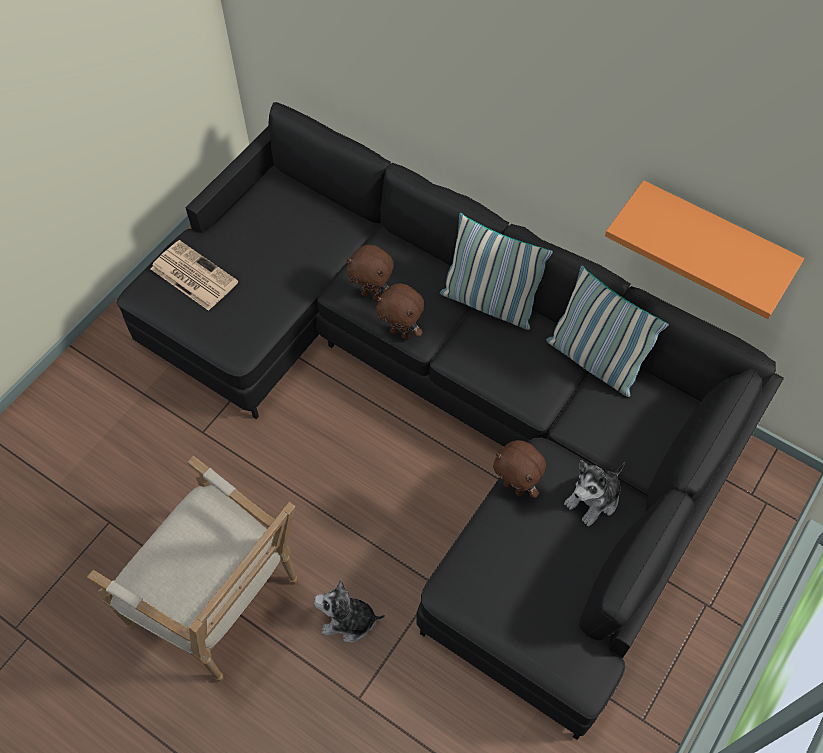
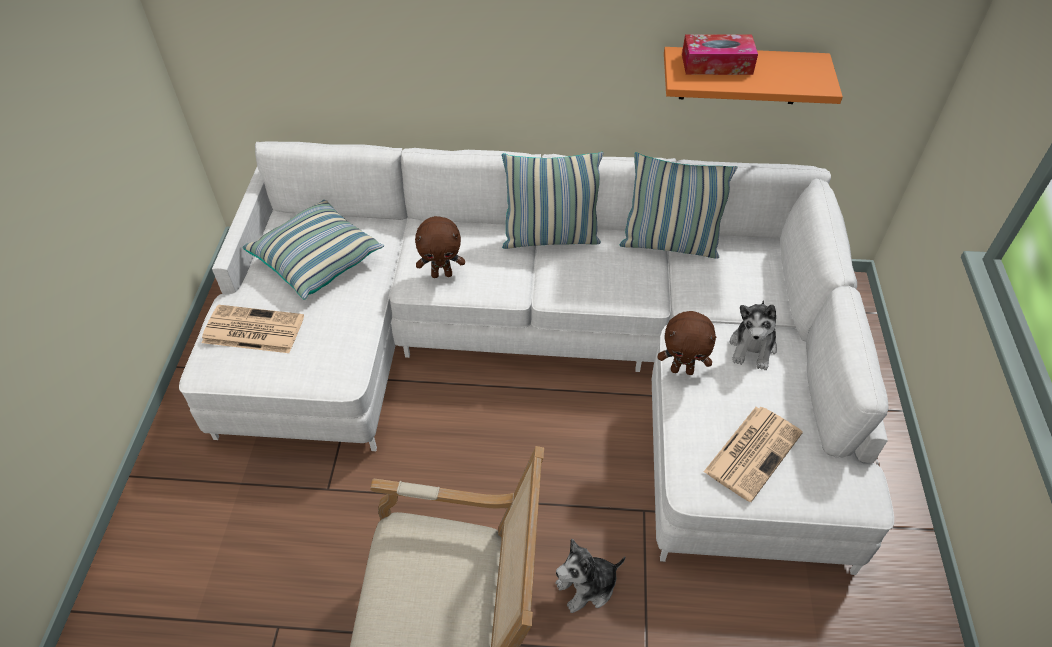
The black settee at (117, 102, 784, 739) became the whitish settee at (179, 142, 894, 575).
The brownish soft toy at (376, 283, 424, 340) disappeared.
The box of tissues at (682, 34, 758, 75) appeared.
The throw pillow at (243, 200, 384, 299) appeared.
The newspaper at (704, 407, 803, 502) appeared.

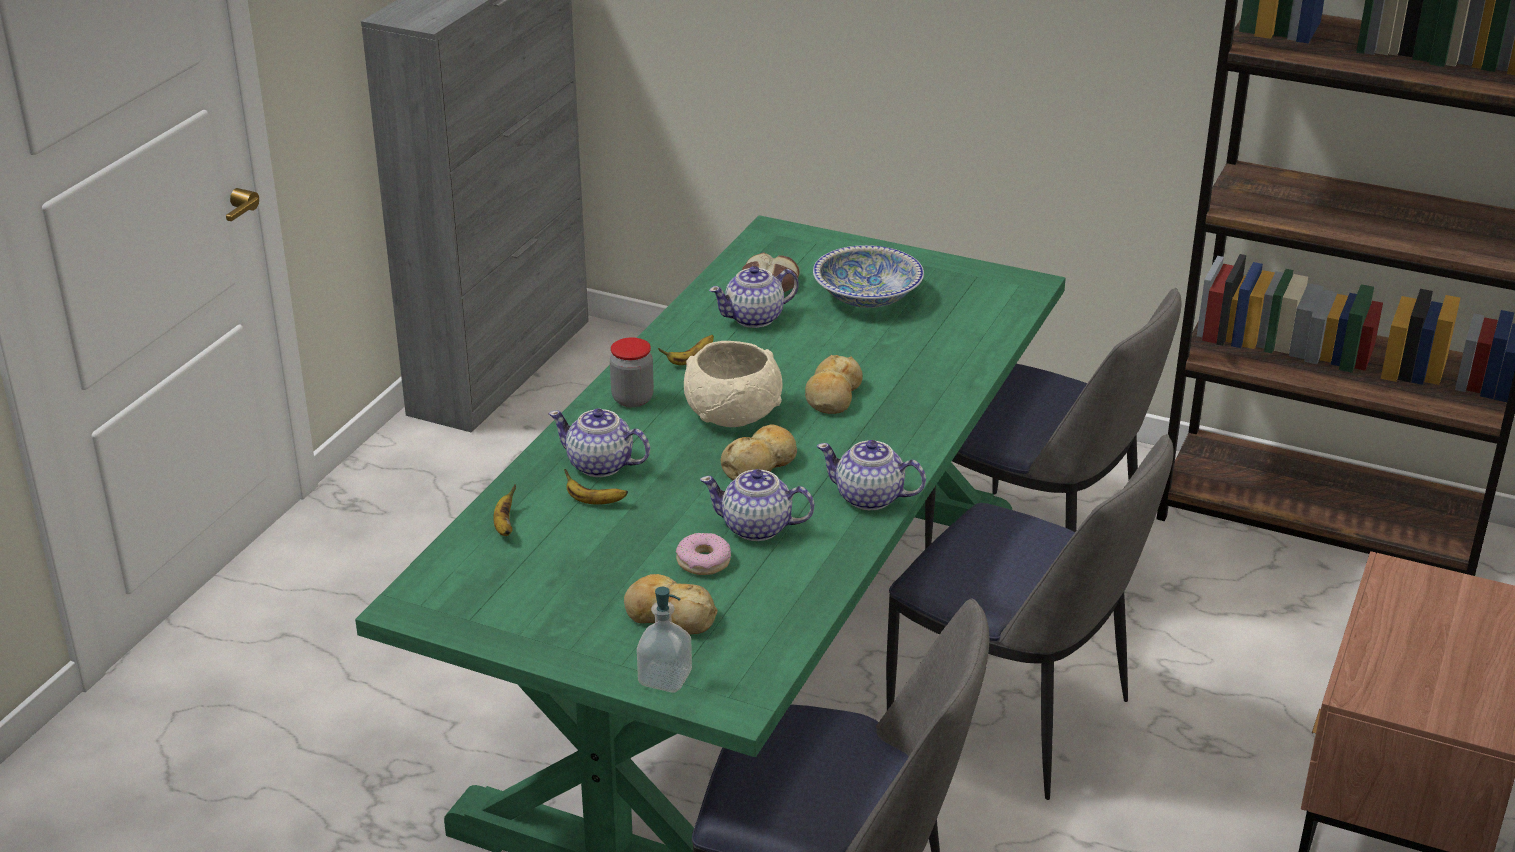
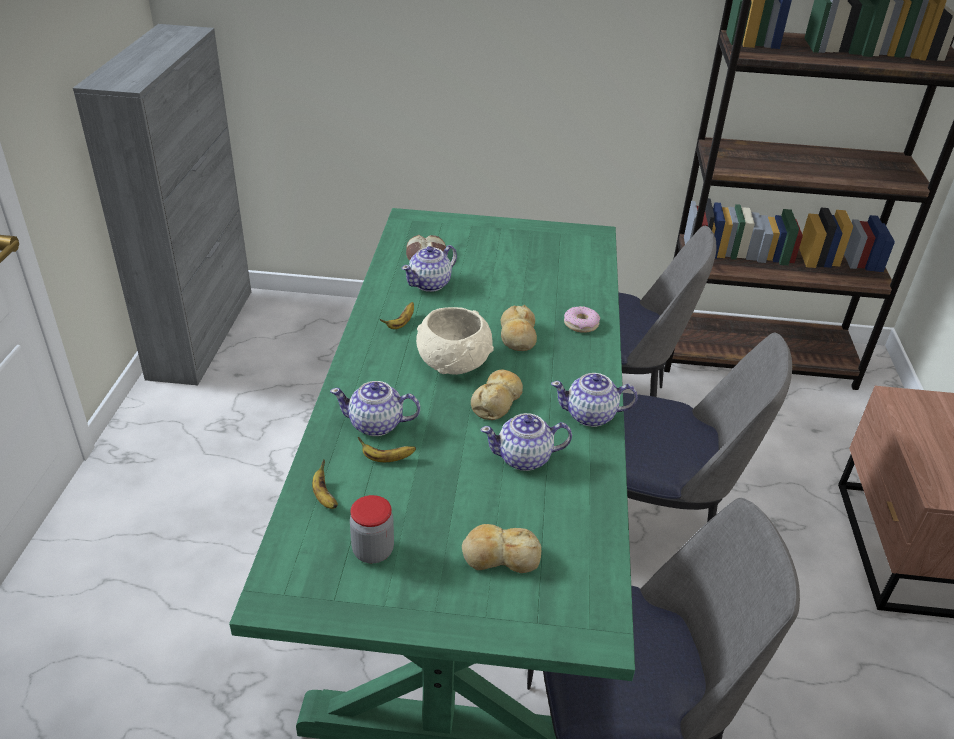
The serving bowl at (813, 245, 924, 308) disappeared.
The storage jar moved from (610, 337, 654, 408) to (350, 495, 394, 563).
The donut moved from (676, 533, 731, 575) to (564, 306, 600, 333).
The soap bottle at (637, 587, 692, 692) disappeared.

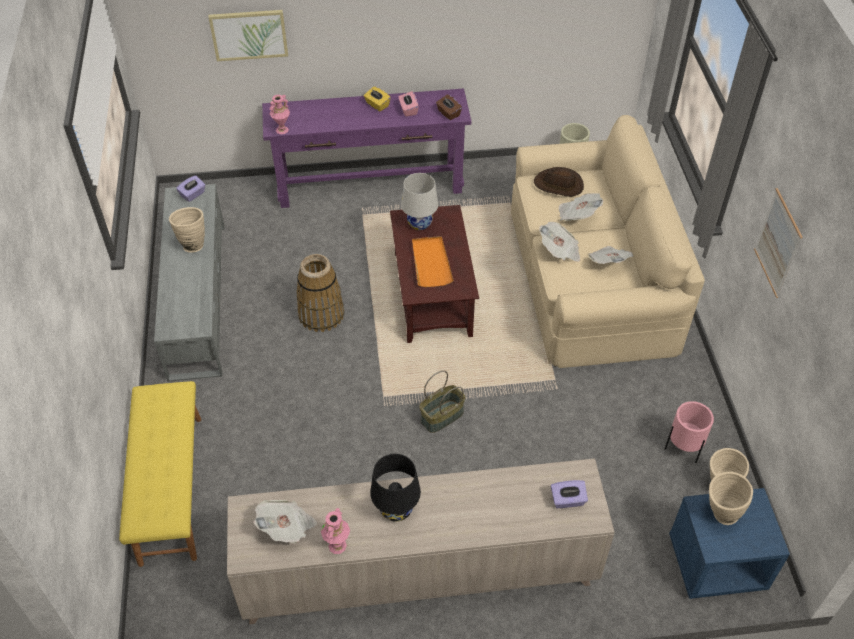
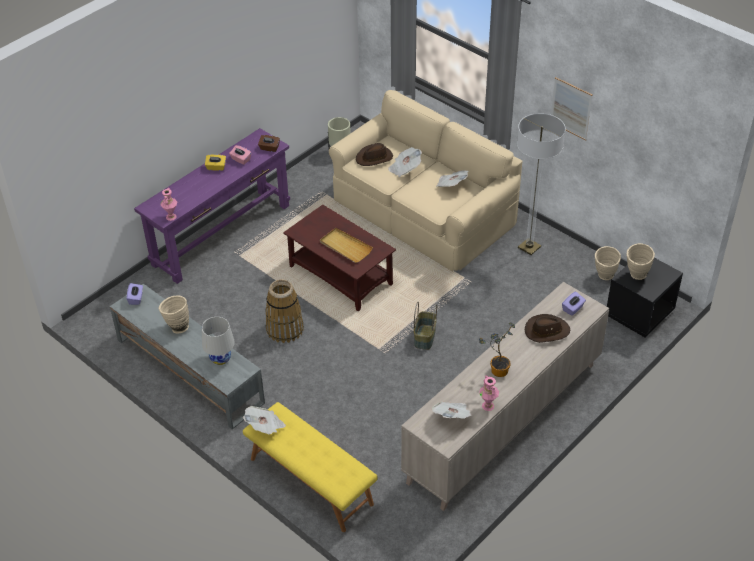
The picture at (208, 10, 288, 61) disappeared.
The whitish table lamp moved from (401, 173, 438, 230) to (202, 317, 235, 365).
The newspaper moved from (539, 222, 580, 262) to (243, 406, 286, 435).
The orange tray at (412, 236, 454, 287) became the beige tray at (320, 228, 373, 263).
The pink flower pot at (665, 401, 714, 463) disappeared.
The black table lamp at (370, 454, 421, 522) was replaced by the plant in a pot at (479, 322, 515, 377).
The blue-coloured nightstand at (669, 488, 790, 599) became the black nightstand at (607, 258, 683, 337).
The standing lamp at (517, 113, 566, 255) appeared.
The brownish wearable hat at (525, 314, 570, 343) appeared.

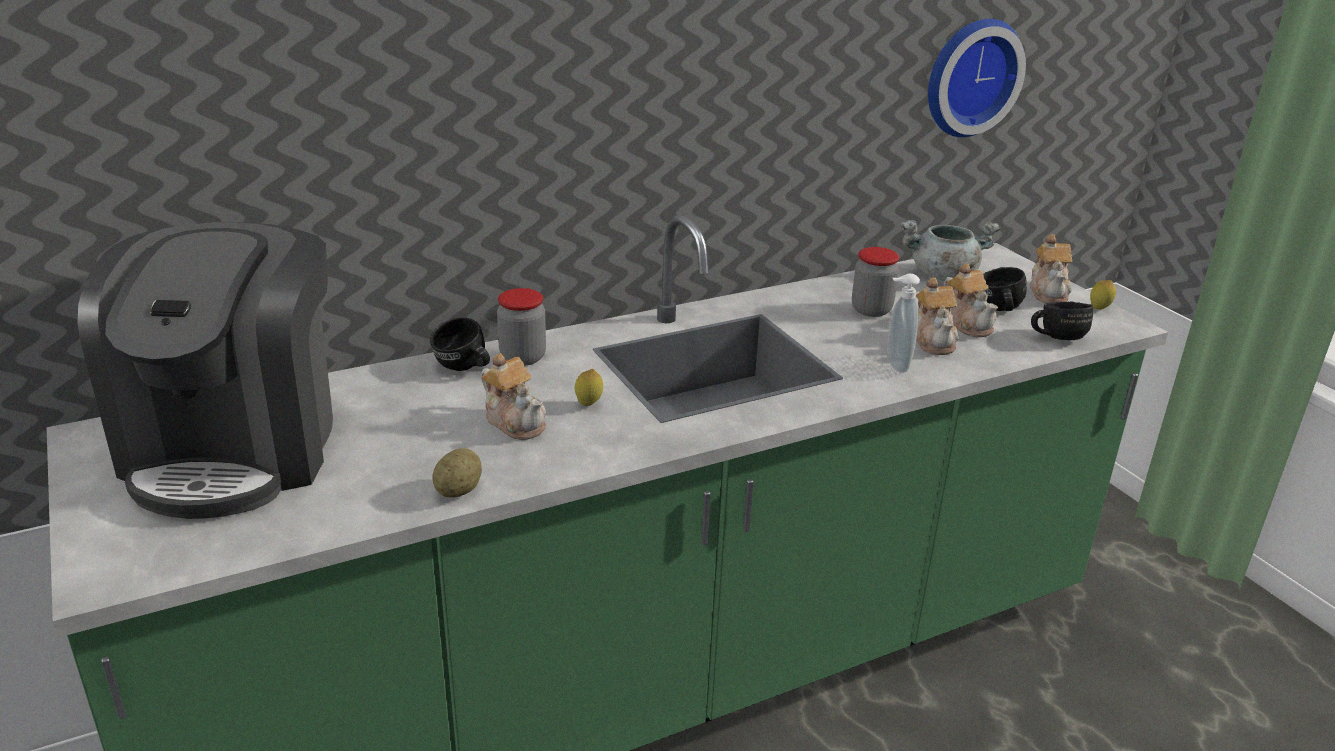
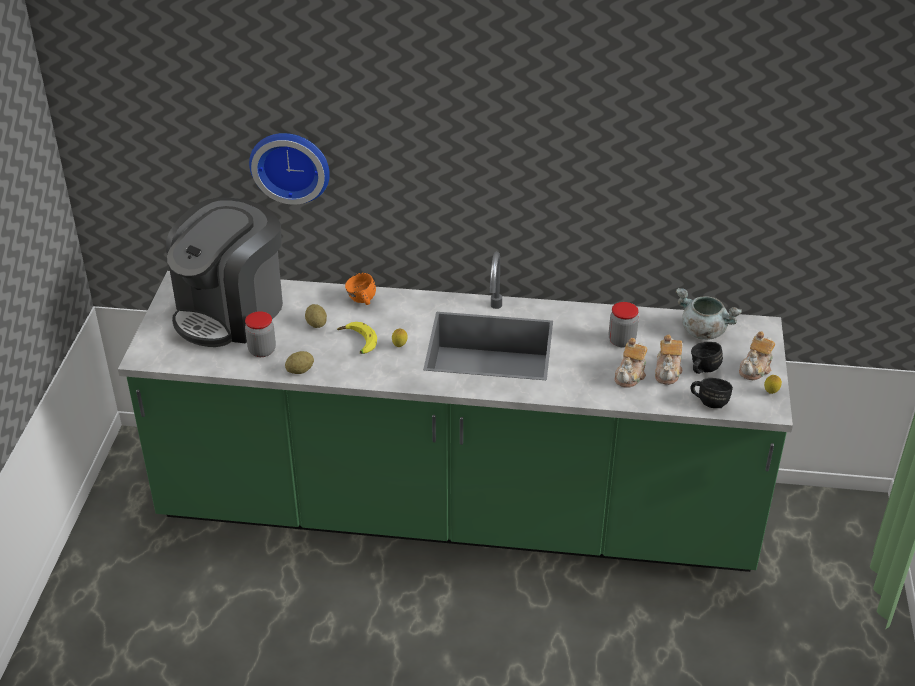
The hanging clock moved from (928, 19, 1026, 137) to (249, 133, 330, 205).
The soap bottle at (887, 274, 920, 373) disappeared.
The storage jar moved from (497, 288, 546, 366) to (245, 311, 276, 357).
The black tea mug at (430, 317, 490, 371) became the orange tea mug at (345, 273, 376, 305).
The teapot at (481, 353, 546, 440) was replaced by the banana fruit at (337, 322, 377, 354).
The spud at (305, 304, 327, 328) appeared.

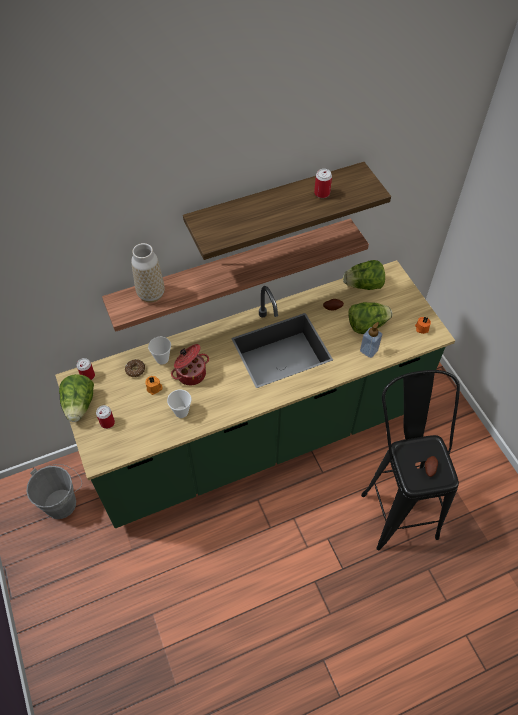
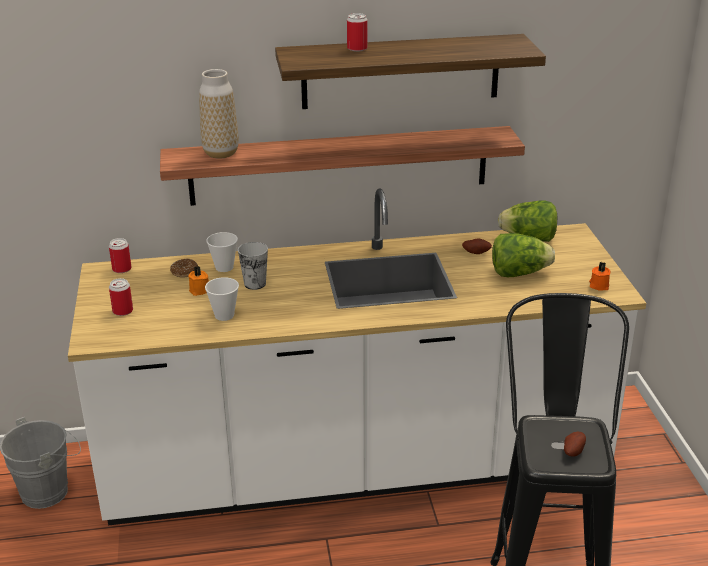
The metal can moved from (314, 169, 332, 198) to (347, 13, 368, 52).
The green-coloured kitchen base unit at (55, 260, 455, 528) became the whitish kitchen base unit at (68, 188, 646, 525).
The soap bottle at (360, 322, 382, 358) disappeared.
The stockpot at (171, 344, 209, 385) was replaced by the small cup at (238, 242, 268, 290).
The head of lettuce at (59, 374, 94, 422) disappeared.

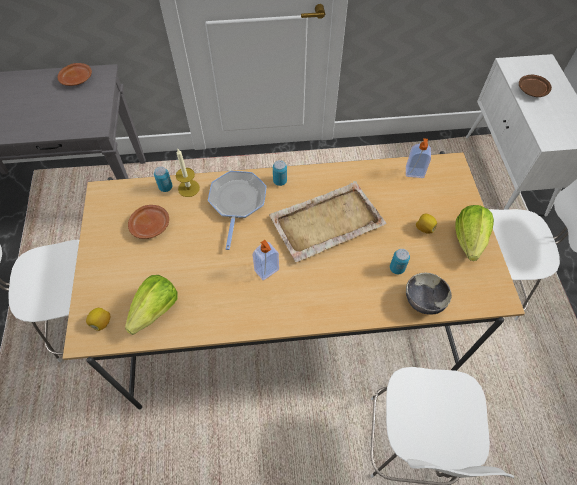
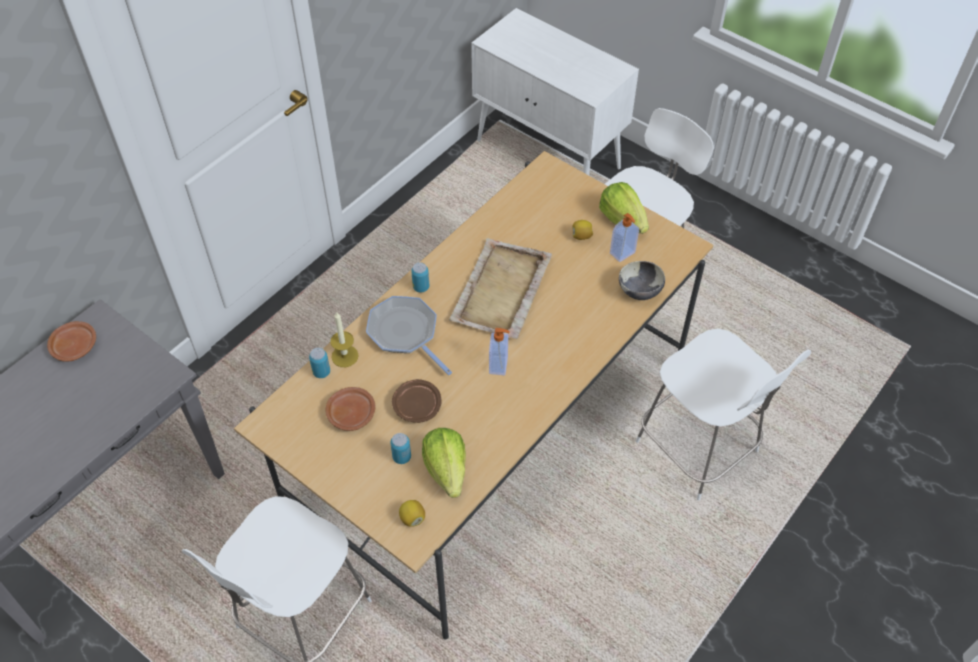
The brownish dinner plate moved from (519, 75, 552, 97) to (392, 379, 442, 423).
The soap bottle moved from (406, 138, 431, 178) to (610, 213, 639, 262).
The metal can moved from (390, 249, 410, 274) to (390, 433, 411, 464).

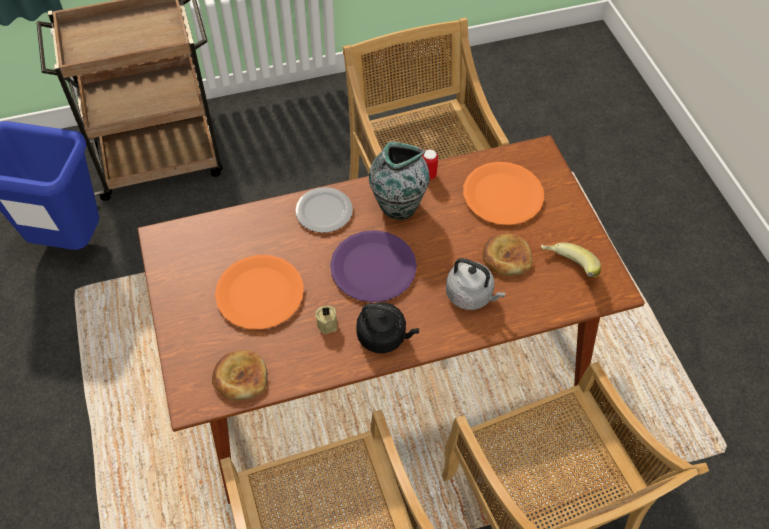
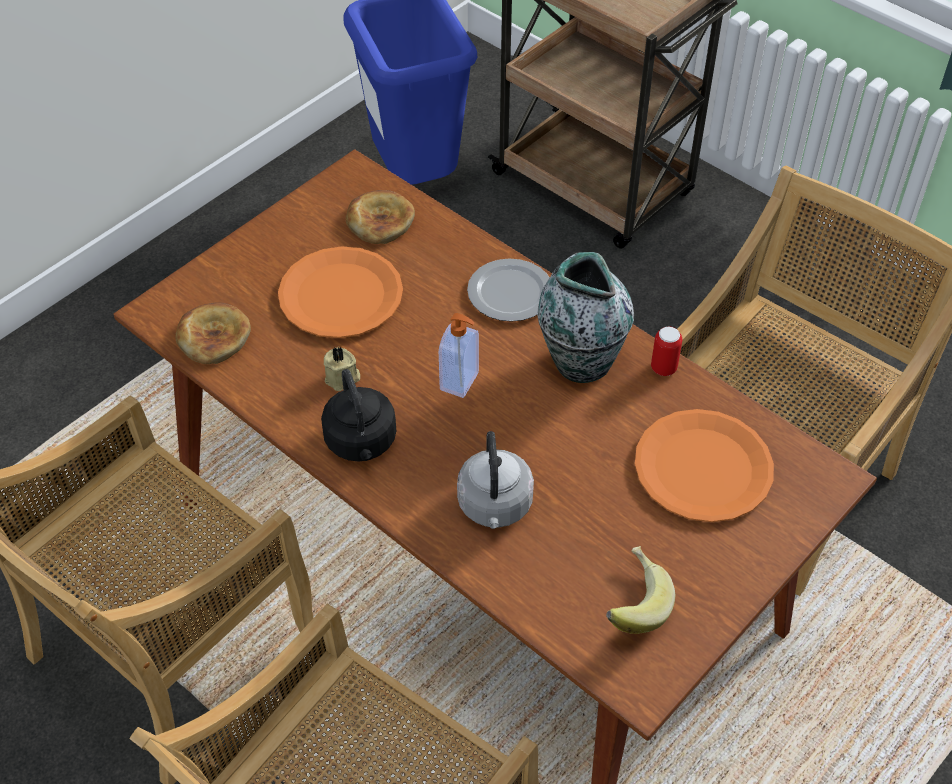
The purple dinner plate at (330, 230, 417, 302) was replaced by the soap bottle at (439, 313, 479, 398).
The bakery bread moved from (482, 234, 532, 276) to (346, 190, 415, 244).

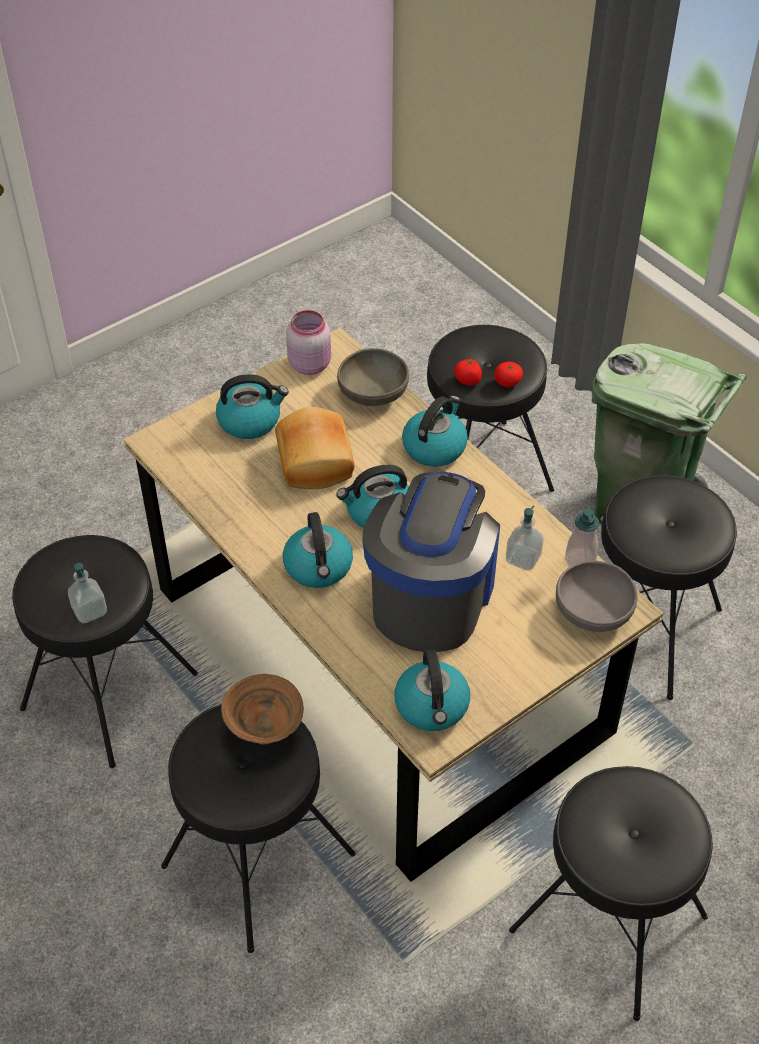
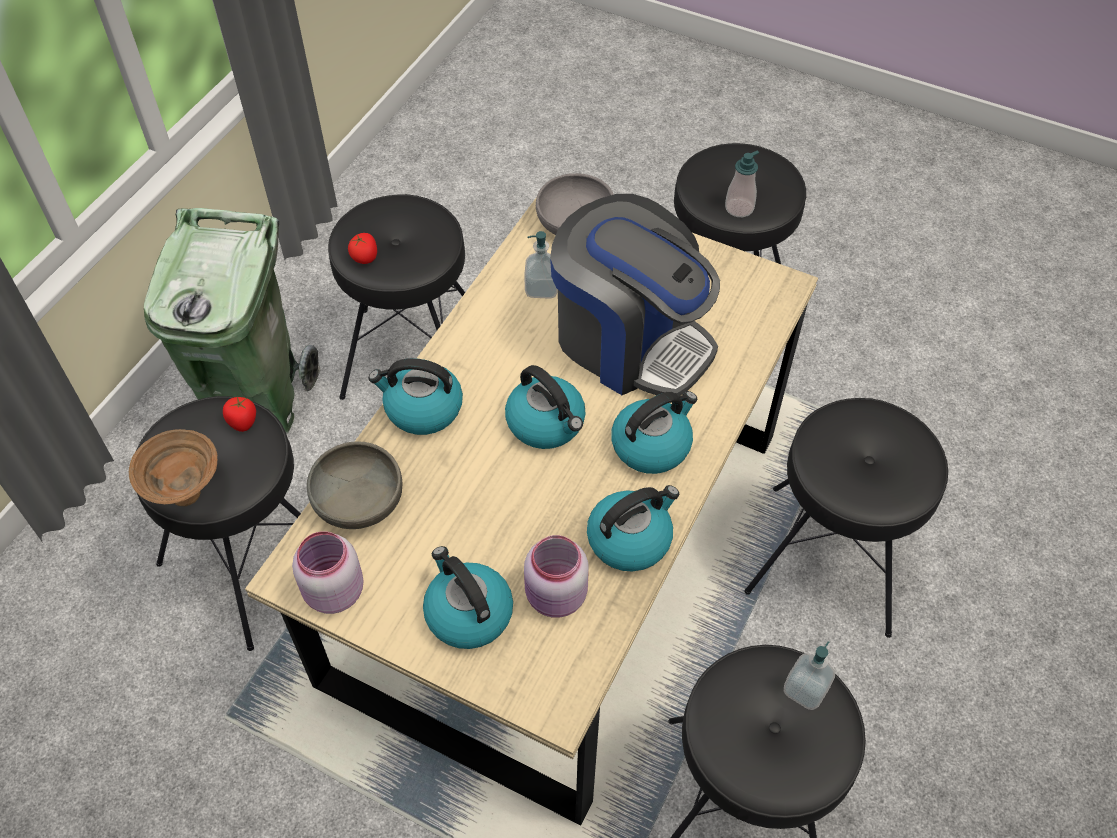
The whole tomato moved from (454, 358, 482, 385) to (348, 233, 377, 264).
The bakery bread at (275, 407, 354, 489) disappeared.
The coffee brewer at (362, 472, 500, 652) turned 135 degrees counterclockwise.
The soap bottle moved from (565, 509, 599, 567) to (725, 151, 759, 217).
The tea kettle moved from (395, 650, 470, 731) to (587, 485, 679, 572).
The brownish serving bowl moved from (221, 674, 304, 745) to (129, 429, 217, 506).
The pink storage jar at (524, 535, 589, 618) appeared.

